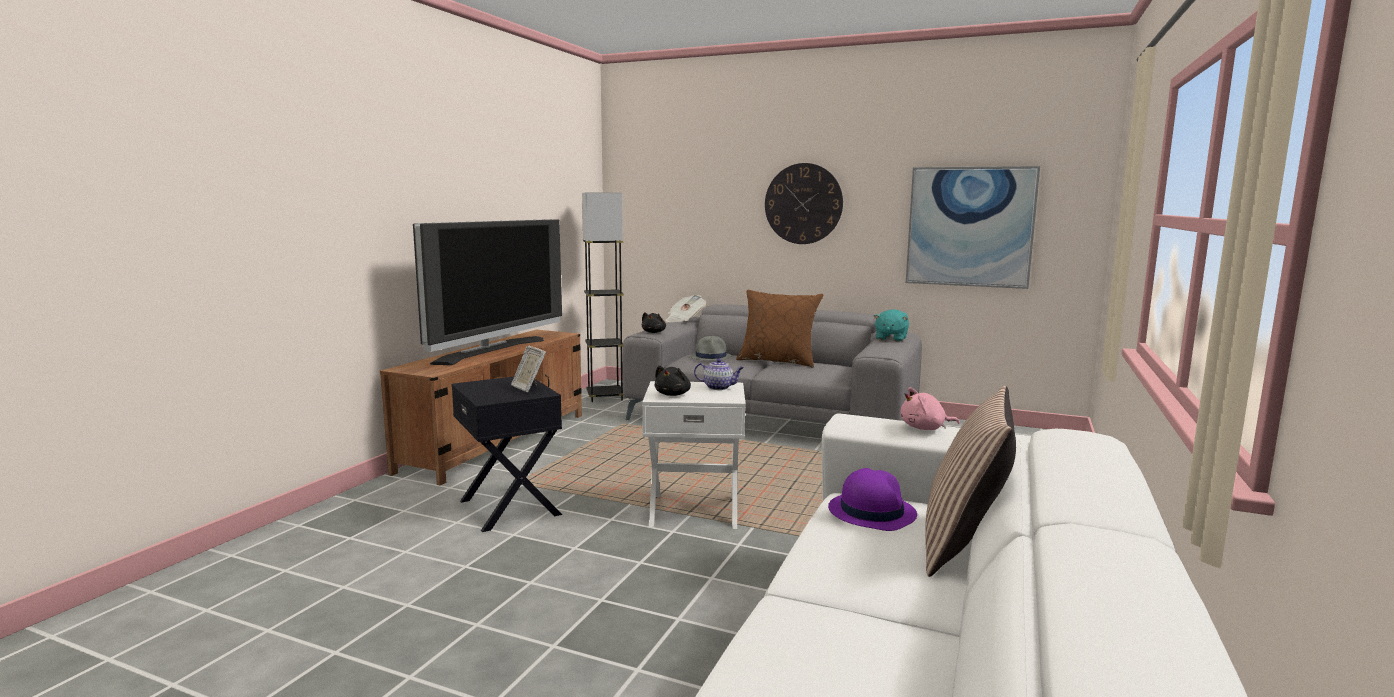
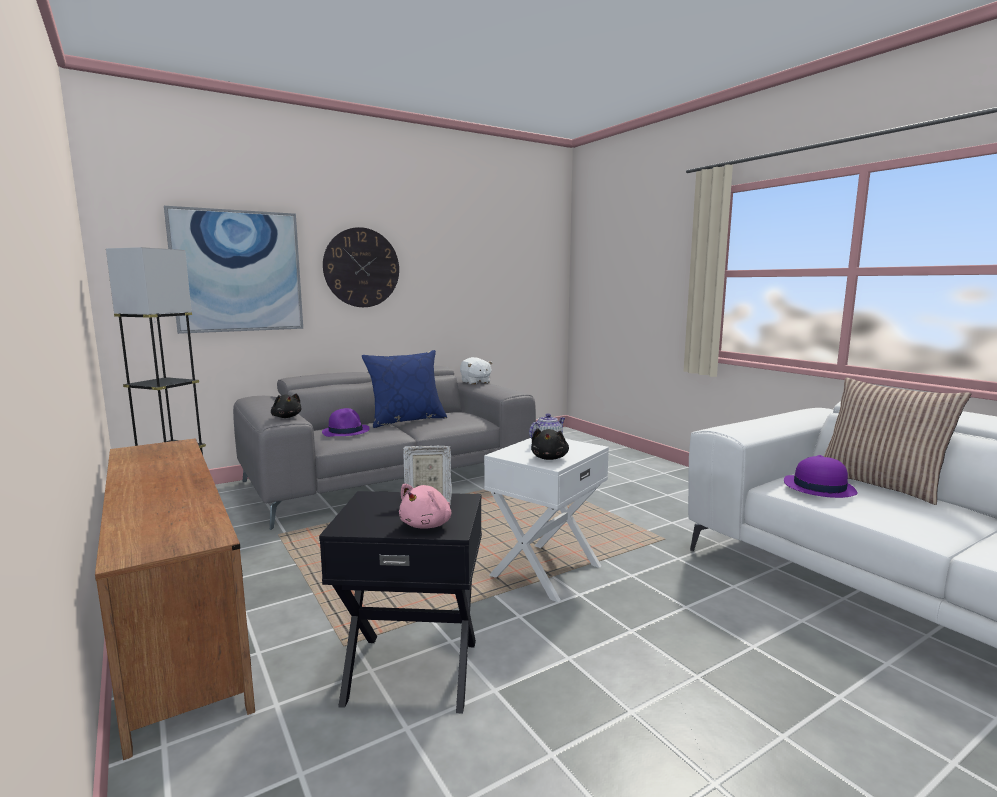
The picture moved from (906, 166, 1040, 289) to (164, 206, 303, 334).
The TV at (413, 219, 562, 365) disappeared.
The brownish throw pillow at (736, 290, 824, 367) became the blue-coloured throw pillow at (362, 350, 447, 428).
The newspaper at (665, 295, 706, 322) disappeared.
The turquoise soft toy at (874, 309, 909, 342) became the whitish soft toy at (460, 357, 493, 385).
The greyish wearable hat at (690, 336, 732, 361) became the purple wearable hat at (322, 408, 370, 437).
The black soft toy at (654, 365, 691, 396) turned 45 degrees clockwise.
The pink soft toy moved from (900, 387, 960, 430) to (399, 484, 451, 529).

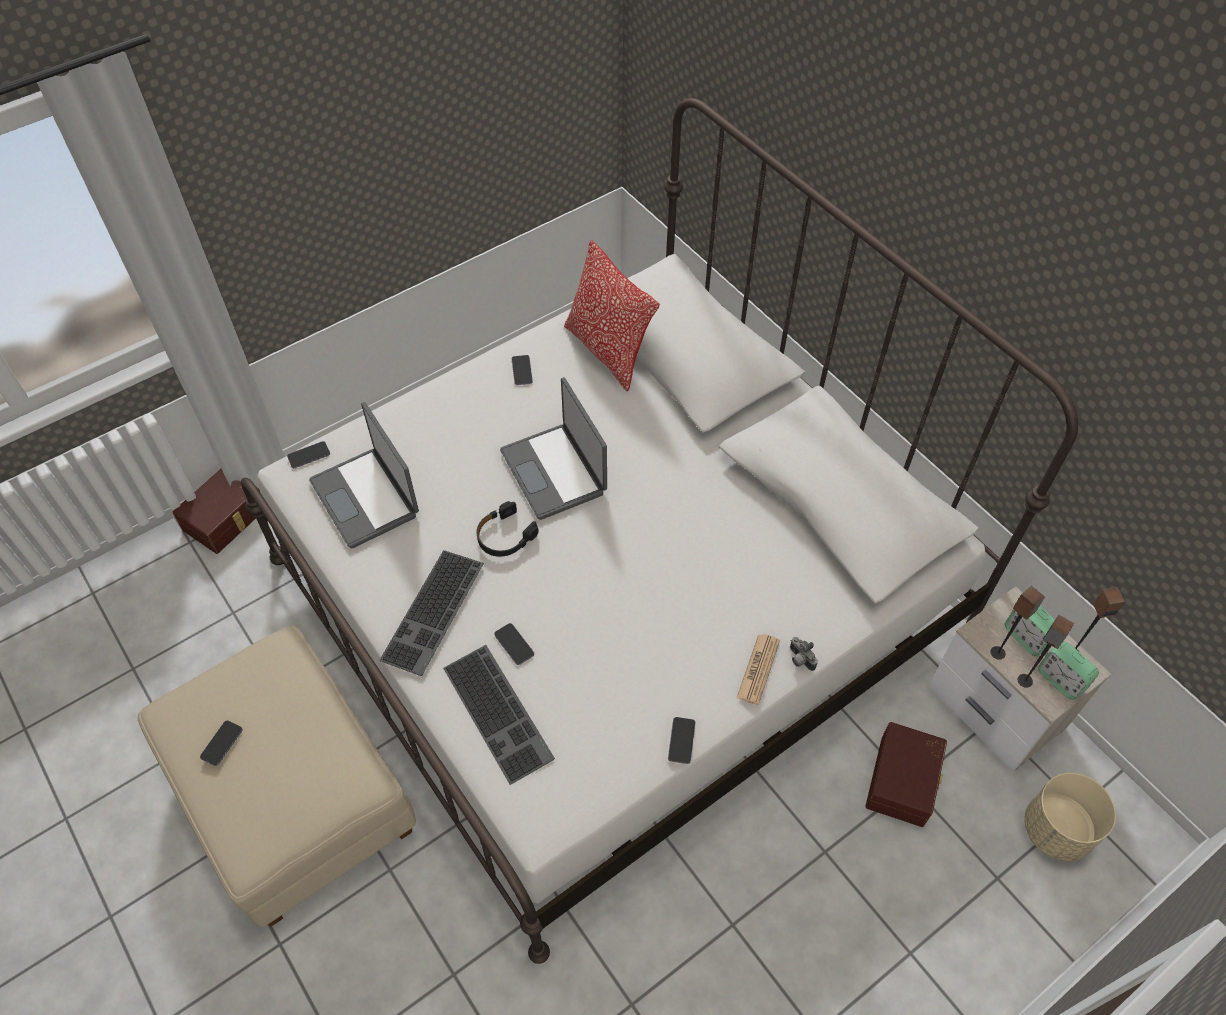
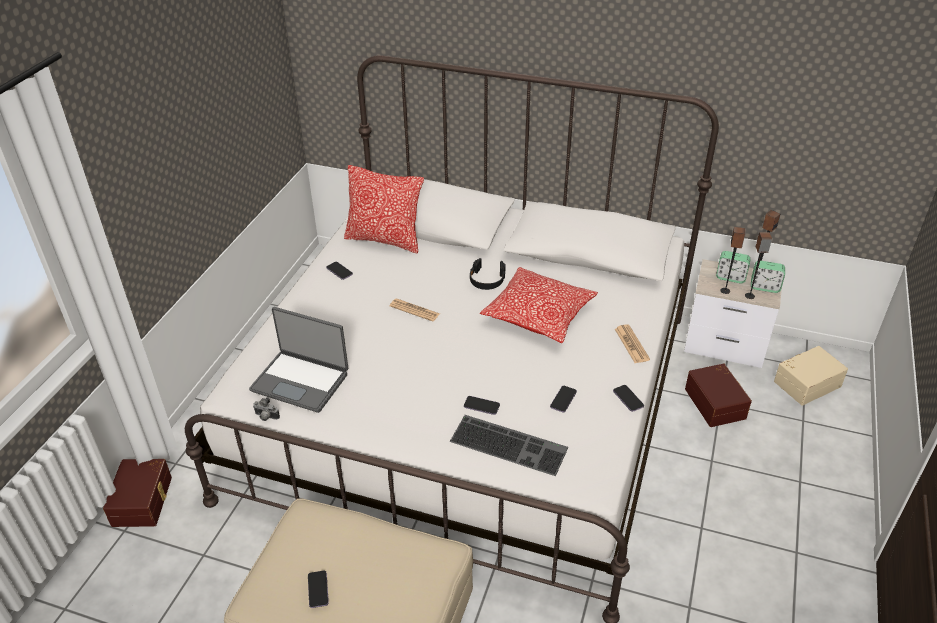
The laptop at (500, 377, 607, 520) was replaced by the newspaper at (389, 299, 440, 321).
The handset moved from (287, 441, 330, 468) to (550, 386, 577, 412).
The black headphones moved from (477, 501, 539, 557) to (470, 258, 506, 290).
The PC keyboard at (379, 550, 484, 676) disappeared.
The photo camera moved from (790, 637, 818, 671) to (253, 397, 280, 421).
The beige flower pot at (1024, 773, 1116, 861) was replaced by the beige storage container at (774, 346, 848, 405).
The throw pillow at (480, 267, 598, 343) appeared.

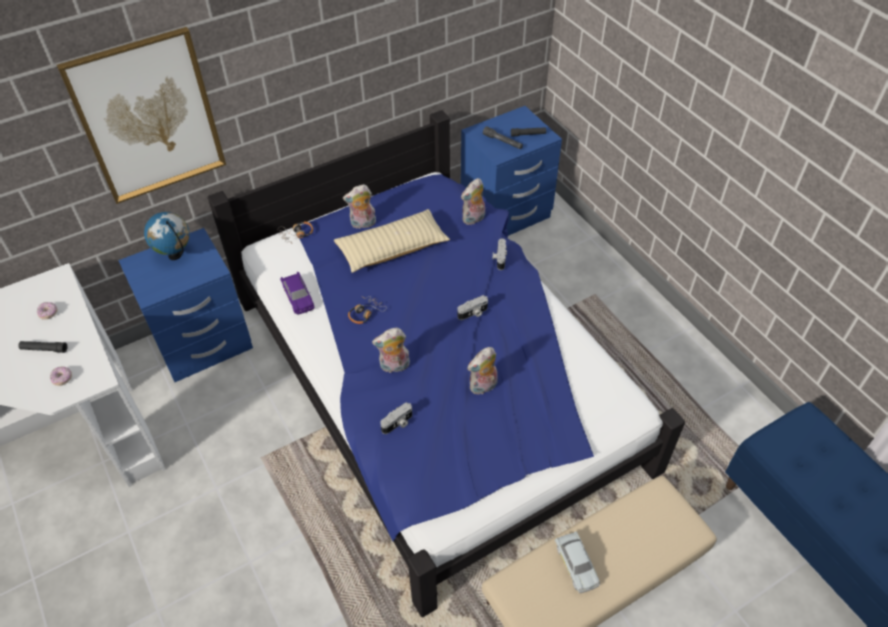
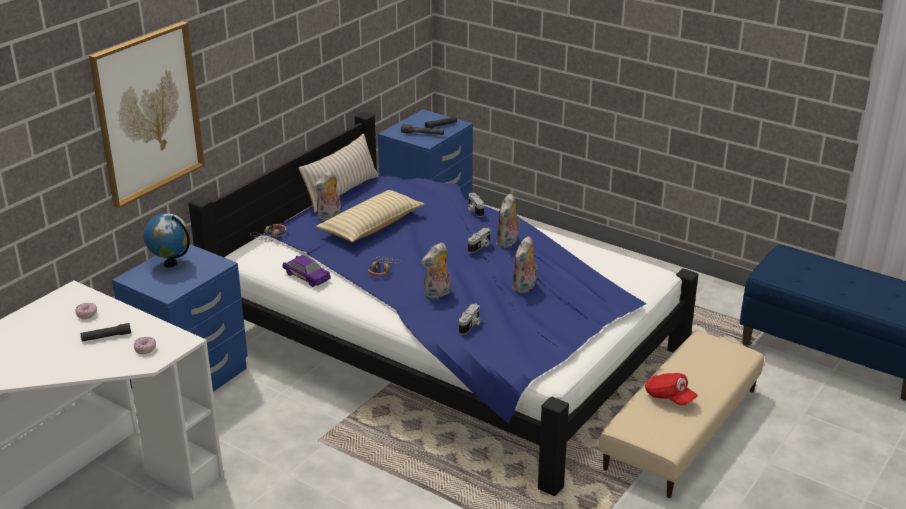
The soft toy moved from (461, 178, 485, 225) to (496, 193, 521, 248).
The whitish toy car at (555, 531, 600, 593) was replaced by the red-coloured baseball cap at (645, 373, 698, 405).
The beige throw pillow at (298, 134, 378, 213) appeared.

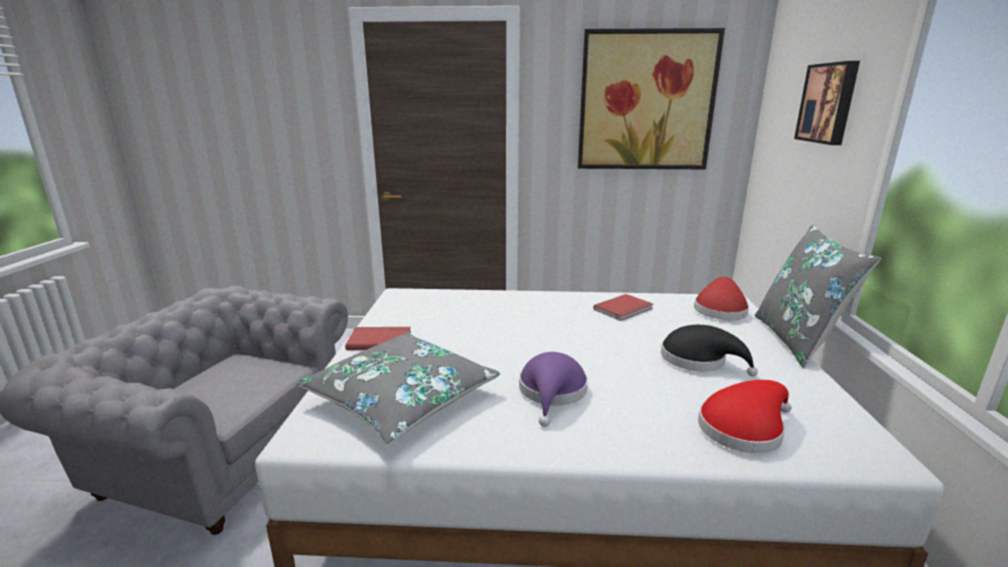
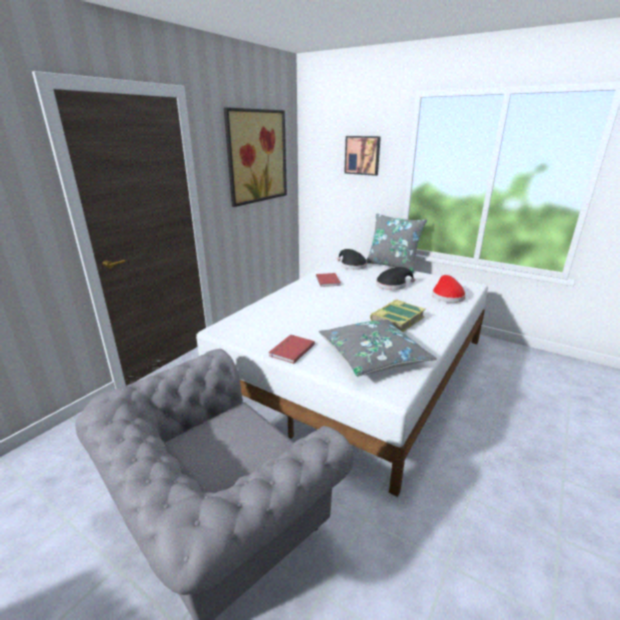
The red-coloured wearable hat at (694, 277, 749, 320) became the black wearable hat at (337, 249, 367, 270).
The purple wearable hat at (519, 352, 588, 427) was replaced by the volume at (370, 300, 426, 332).

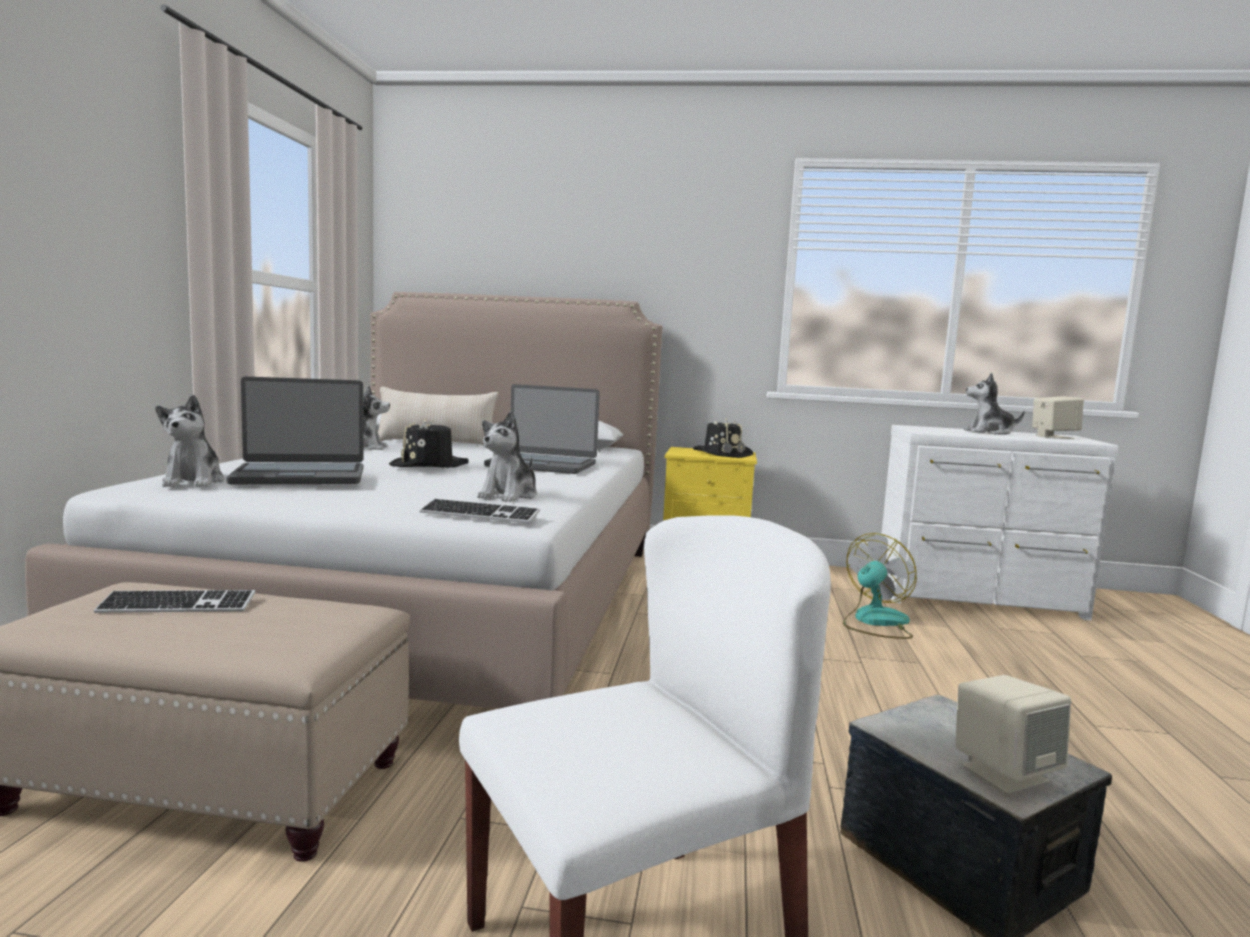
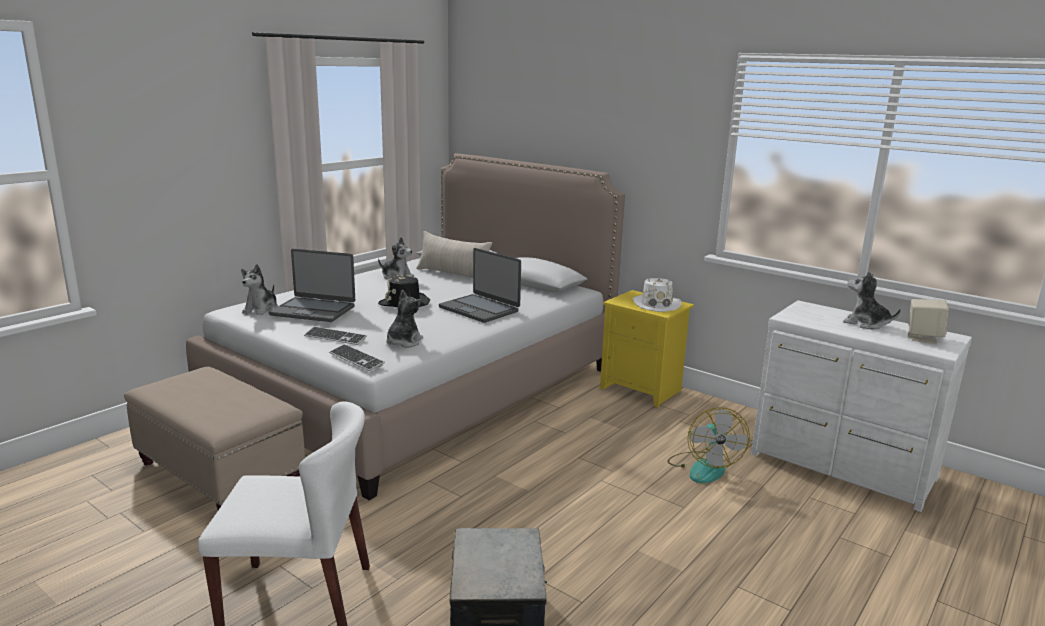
The soft toy at (477, 411, 537, 502) turned 150 degrees clockwise.
The black wearable hat at (693, 418, 753, 458) became the whitish wearable hat at (633, 277, 682, 312).
The cooling fan at (843, 533, 917, 639) turned 105 degrees clockwise.
The PC keyboard moved from (94, 590, 255, 613) to (304, 326, 367, 345).
The beige loudspeaker at (955, 675, 1071, 795) disappeared.

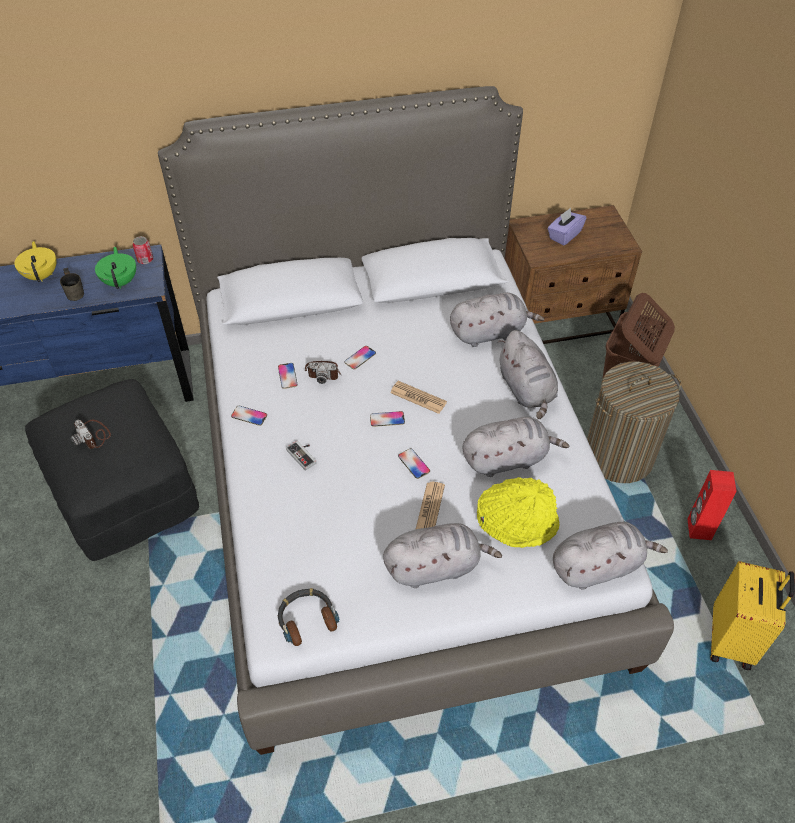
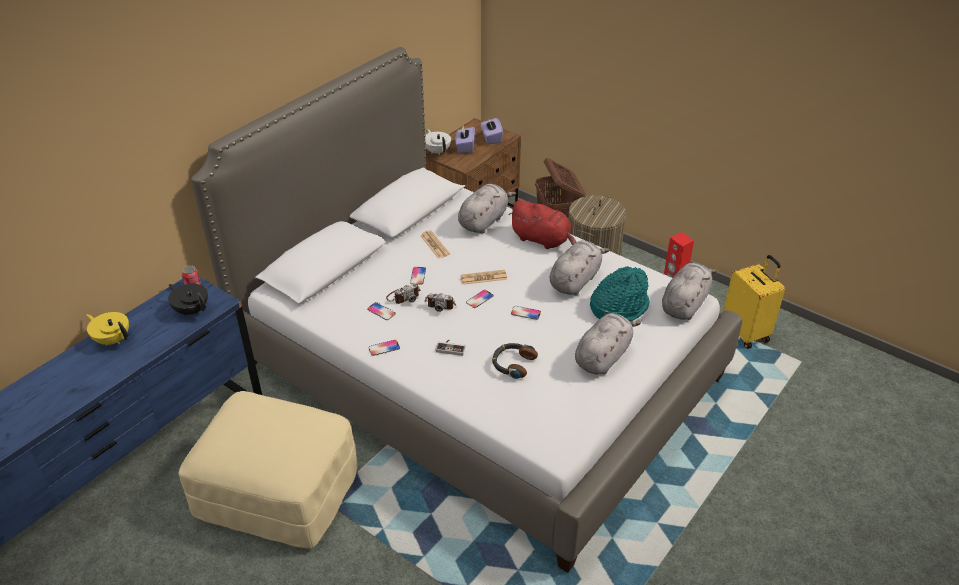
The green-coloured teapot at (95, 247, 136, 289) became the black teapot at (168, 284, 208, 316).
The greyish tea mug at (60, 268, 84, 301) disappeared.
The greyish soft toy at (498, 330, 558, 419) became the red-coloured soft toy at (509, 200, 576, 249).
The black pouffe at (25, 379, 199, 561) became the beige pouffe at (179, 391, 358, 549).
The photo camera moved from (71, 420, 111, 449) to (425, 293, 456, 312).
The yellow-coloured wearable hat at (477, 477, 560, 548) became the turquoise wearable hat at (590, 266, 650, 321).
The newspaper moved from (415, 482, 445, 530) to (420, 230, 450, 259).
The headphones moved from (278, 588, 340, 646) to (492, 343, 538, 379).
The purple box of tissues at (481, 118, 503, 144) appeared.
The whitish teapot at (425, 129, 451, 155) appeared.

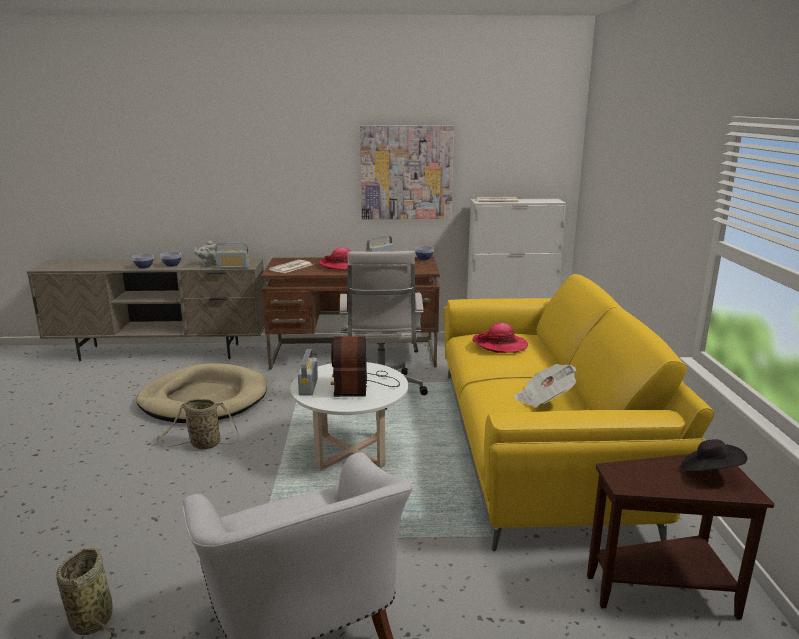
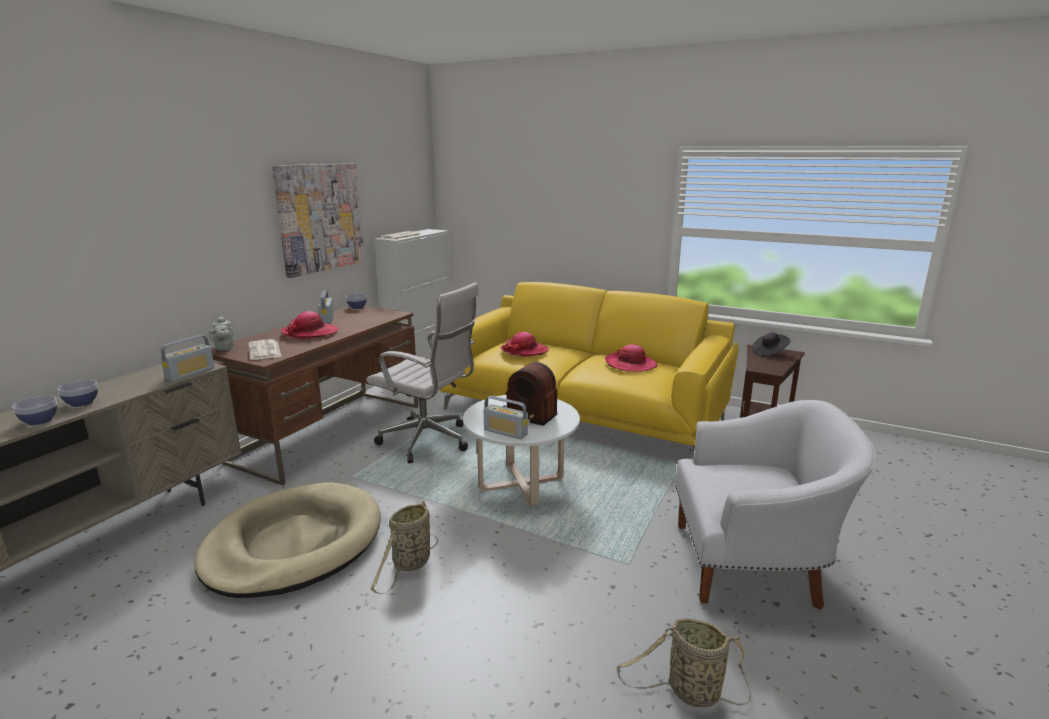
The greyish teapot moved from (194, 240, 218, 267) to (209, 316, 234, 351).
The newspaper at (514, 364, 577, 407) was replaced by the wearable hat at (605, 344, 657, 372).

